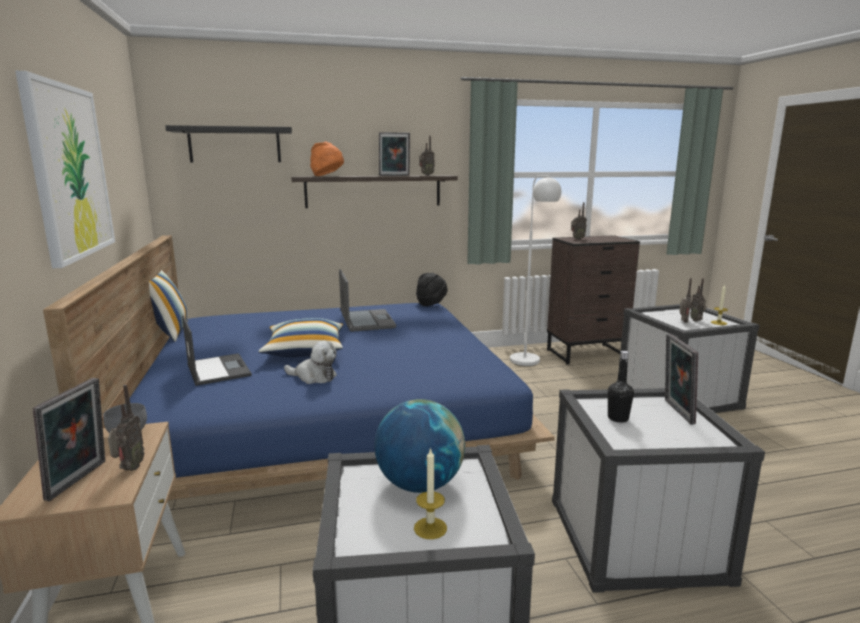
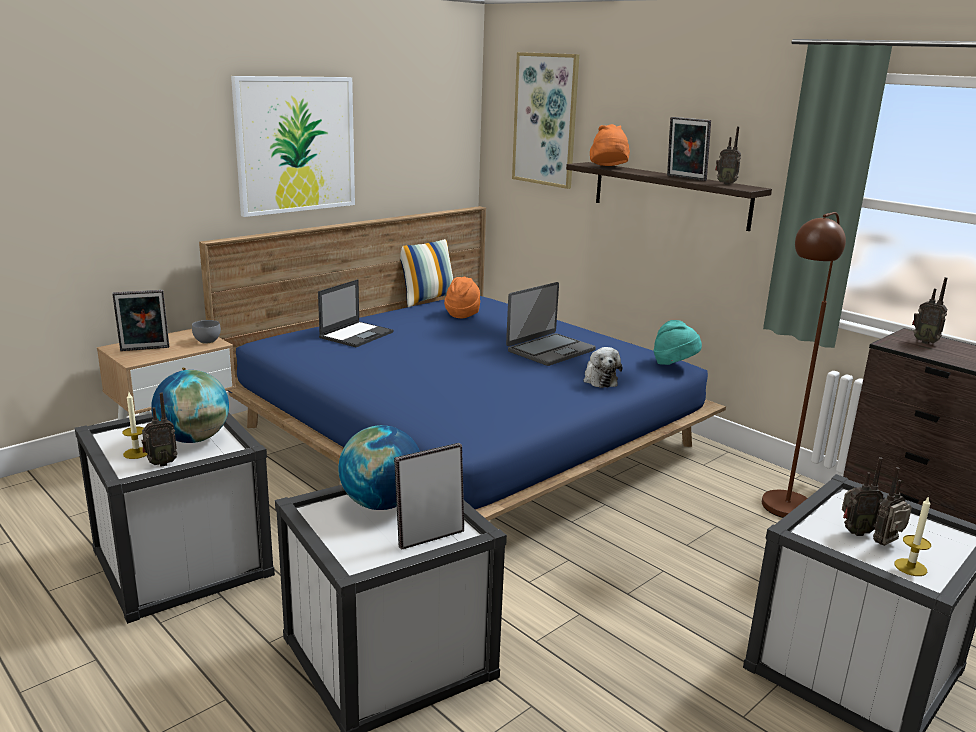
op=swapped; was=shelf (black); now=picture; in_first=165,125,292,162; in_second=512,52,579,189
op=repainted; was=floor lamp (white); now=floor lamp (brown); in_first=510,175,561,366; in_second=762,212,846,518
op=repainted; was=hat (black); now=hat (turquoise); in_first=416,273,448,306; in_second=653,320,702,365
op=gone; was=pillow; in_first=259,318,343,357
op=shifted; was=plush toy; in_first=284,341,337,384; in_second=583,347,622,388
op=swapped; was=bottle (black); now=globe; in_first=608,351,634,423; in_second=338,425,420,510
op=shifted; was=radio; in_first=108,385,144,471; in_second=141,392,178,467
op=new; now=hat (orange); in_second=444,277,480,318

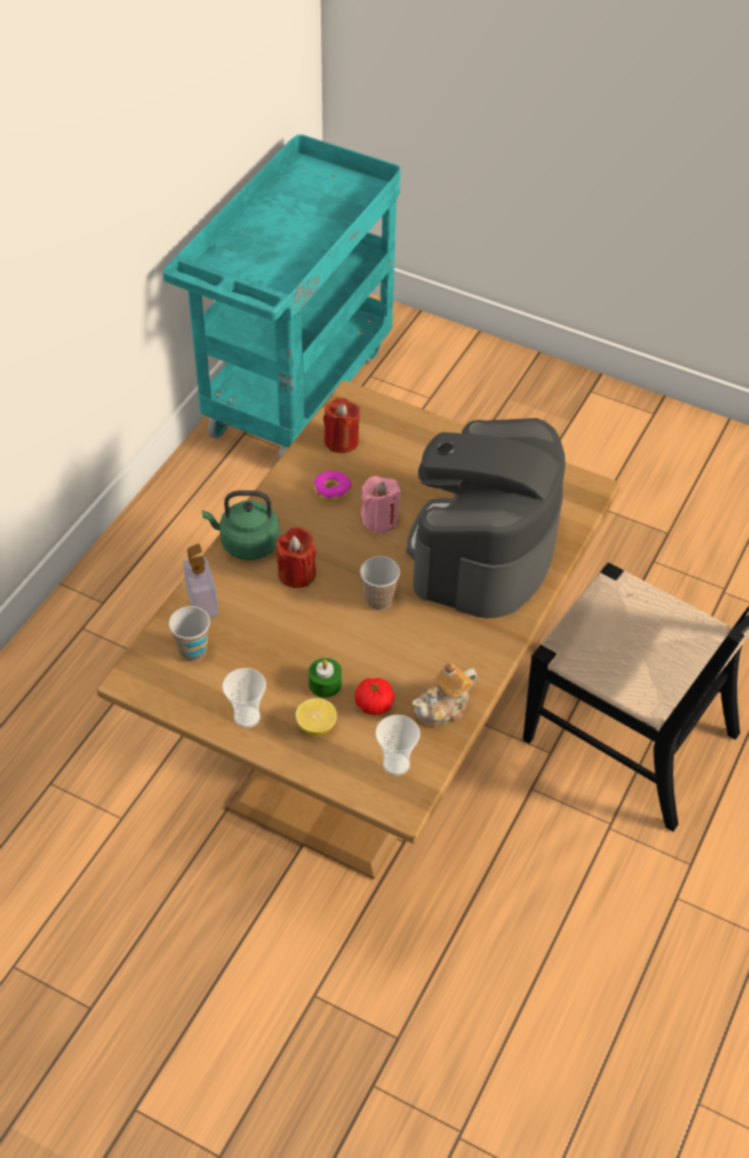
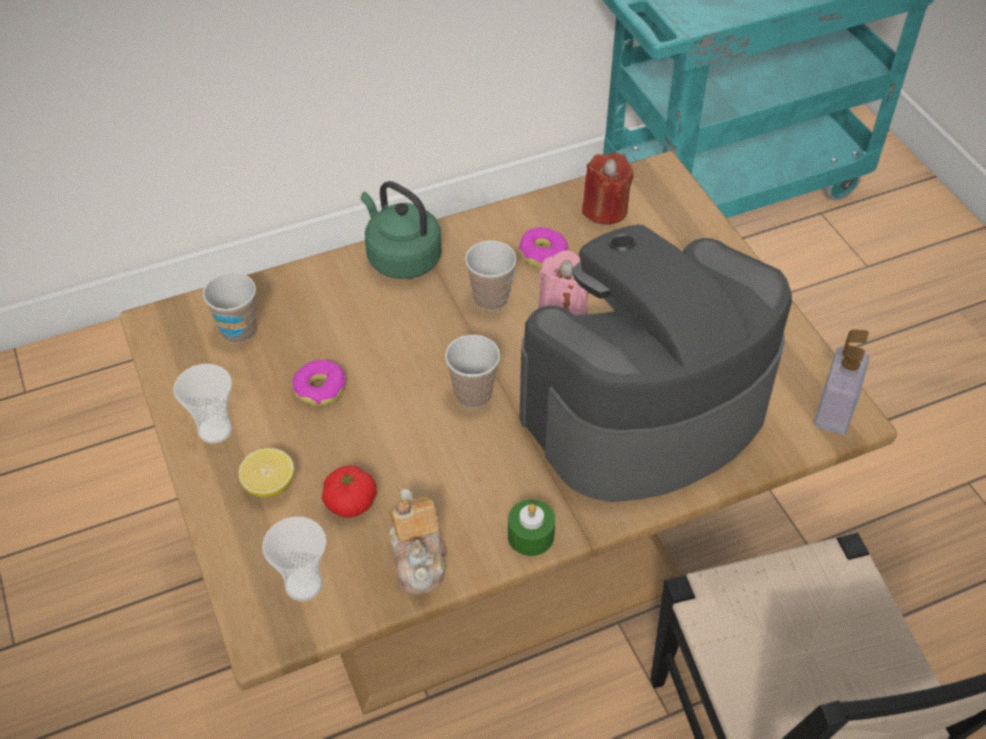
op=gone; was=candle (red); in_first=276,527,316,588
op=shifted; was=soap dispenser; in_first=183,544,218,618; in_second=814,330,869,435
op=shifted; was=candle (green); in_first=308,658,342,698; in_second=508,499,555,556
op=rotated; was=teapot; in_first=413,662,477,727; in_second=389,489,447,594; clockwise=-105
op=new; now=cup; in_second=465,241,517,311
op=new; now=donut; in_second=292,360,346,406

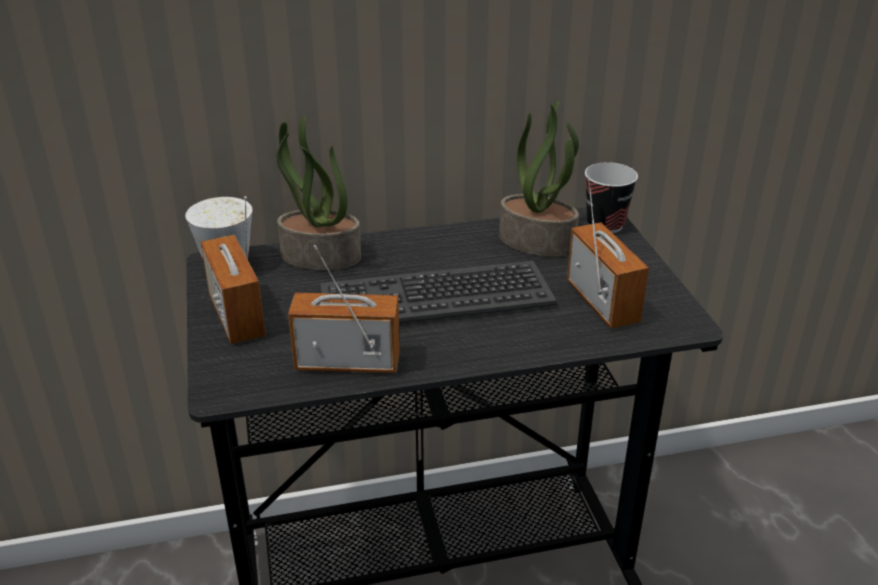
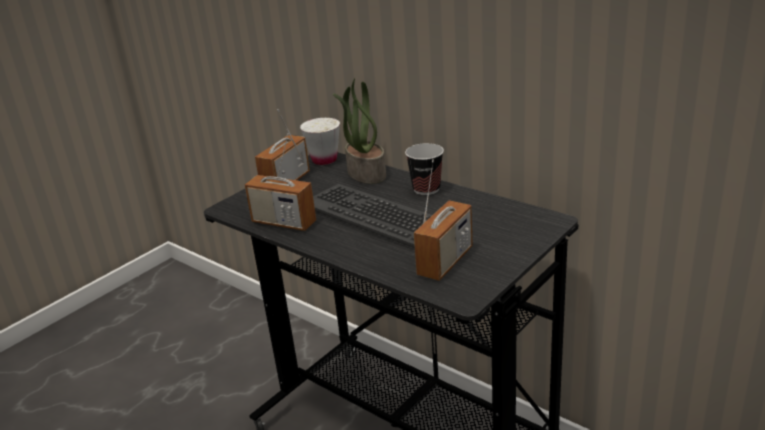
op=gone; was=potted plant; in_first=499,101,579,257
op=shifted; was=cup; in_first=585,162,638,233; in_second=405,143,444,195
op=rotated; was=radio; in_first=288,245,400,373; in_second=245,133,316,231; clockwise=150

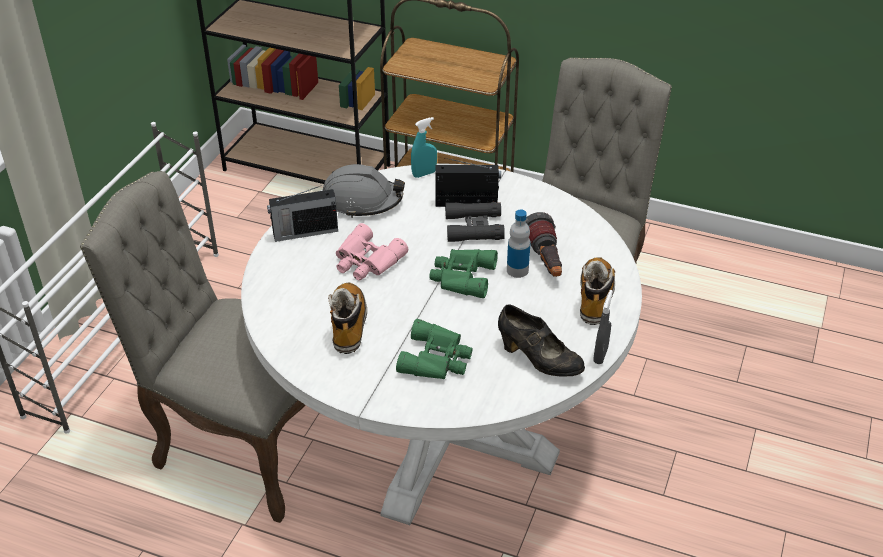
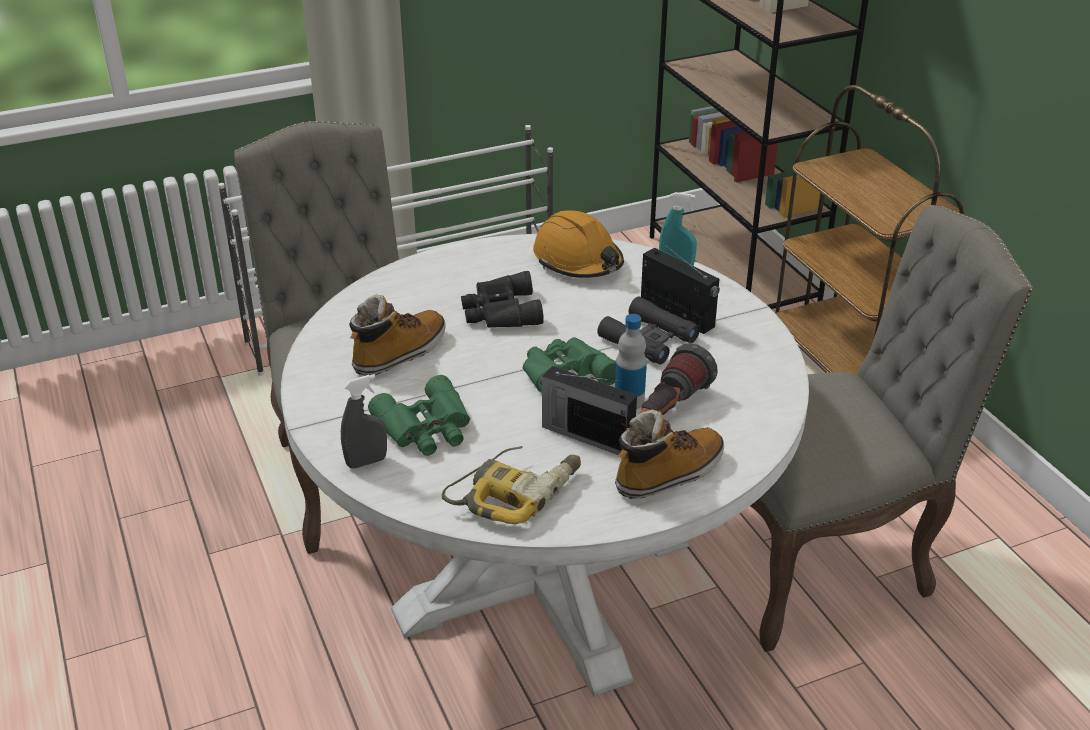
op=repainted; was=hard hat (grey); now=hard hat (orange); in_first=323,164,405,218; in_second=533,210,624,278
op=shifted; was=radio; in_first=267,184,338,242; in_second=540,366,637,455
op=repainted; was=binoculars (pink); now=binoculars (black); in_first=336,223,408,281; in_second=461,271,544,328
op=shifted; was=spray bottle (grey); in_first=593,290,613,364; in_second=341,374,387,469
op=swapped; was=shoe (black); now=power drill; in_first=498,304,585,377; in_second=442,446,581,524

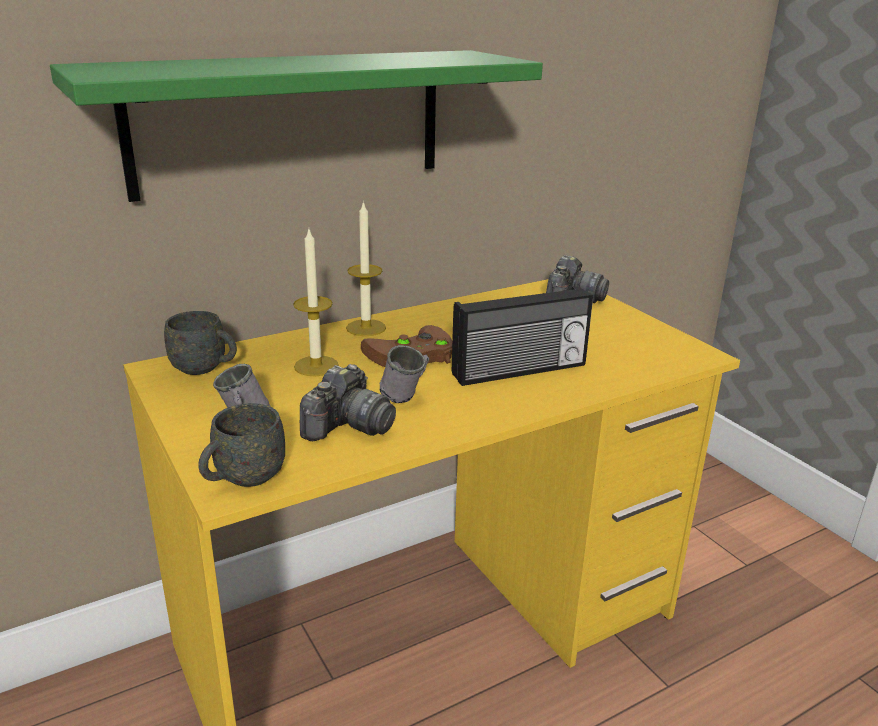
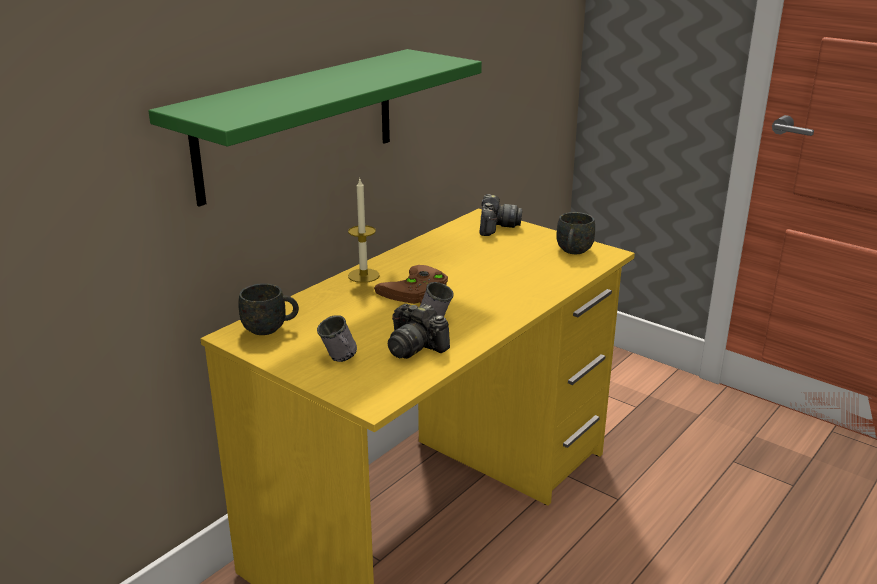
op=gone; was=candle; in_first=293,229,339,376
op=gone; was=radio; in_first=452,286,593,386
op=rotated; was=photo camera; in_first=300,364,396,441; in_second=388,303,450,359; clockwise=120
op=shifted; was=mug (grey); in_first=198,403,285,487; in_second=557,212,595,254

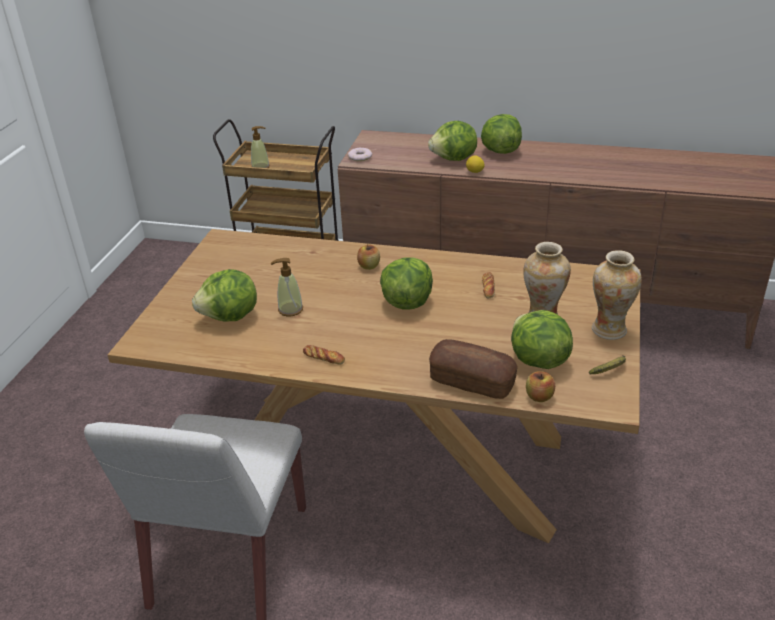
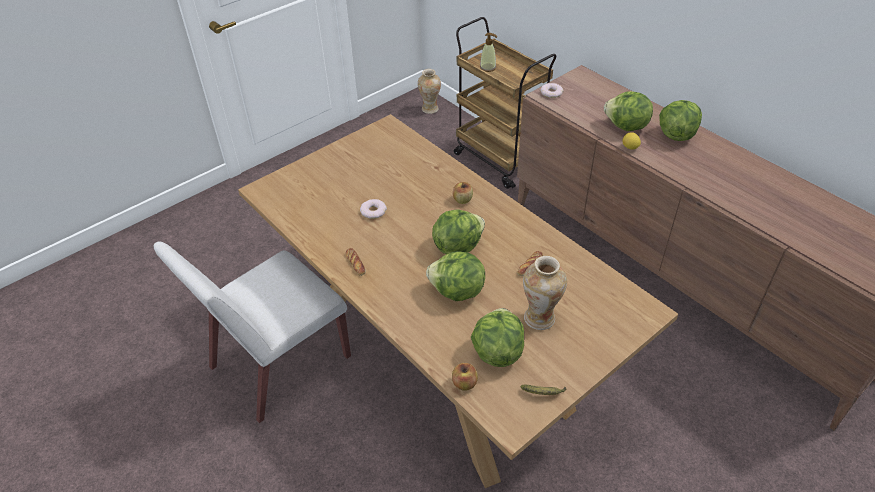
op=shifted; was=vase; in_first=592,250,642,340; in_second=418,69,441,114
op=swapped; was=soap dispenser; now=donut; in_first=271,258,303,317; in_second=360,199,387,219
op=shifted; was=lettuce; in_first=192,269,257,322; in_second=426,251,485,301
op=gone; was=bread; in_first=429,339,518,399

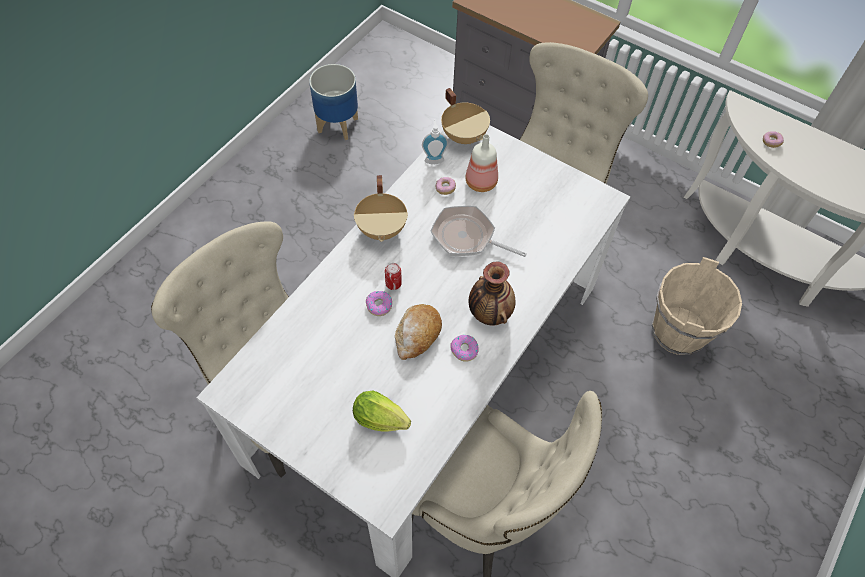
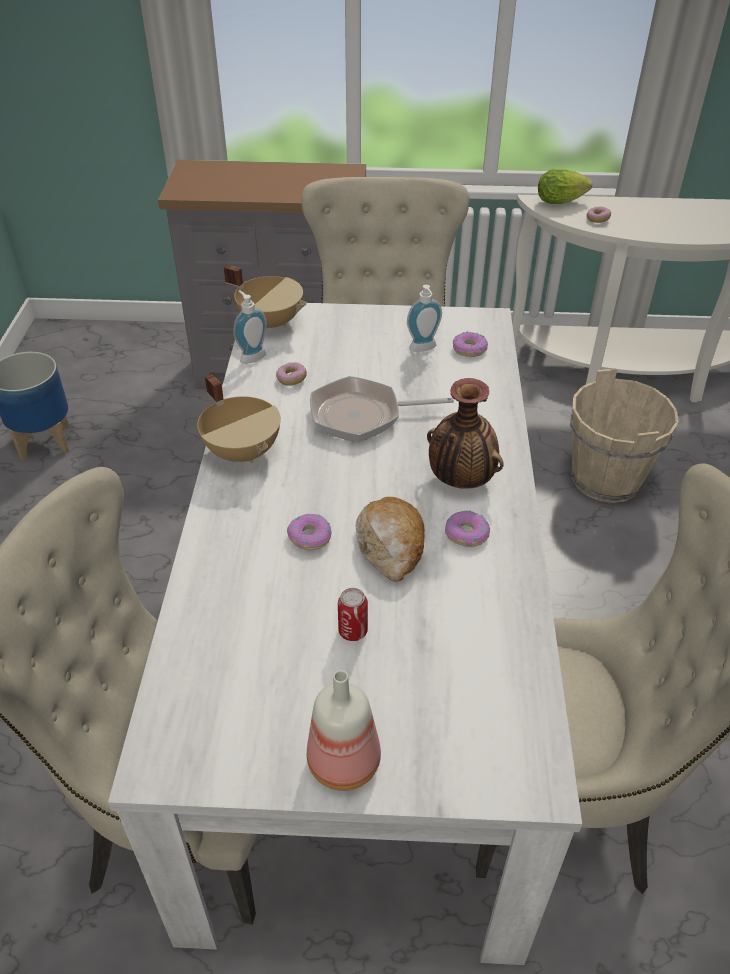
op=shifted; was=bottle; in_first=465,134,498,192; in_second=307,670,381,791
op=shifted; was=can; in_first=385,263,402,290; in_second=338,588,368,641
op=shifted; was=lettuce; in_first=353,391,411,431; in_second=538,169,592,204
op=new; now=soap dispenser; in_second=407,285,442,352
op=new; now=donut; in_second=453,332,488,357

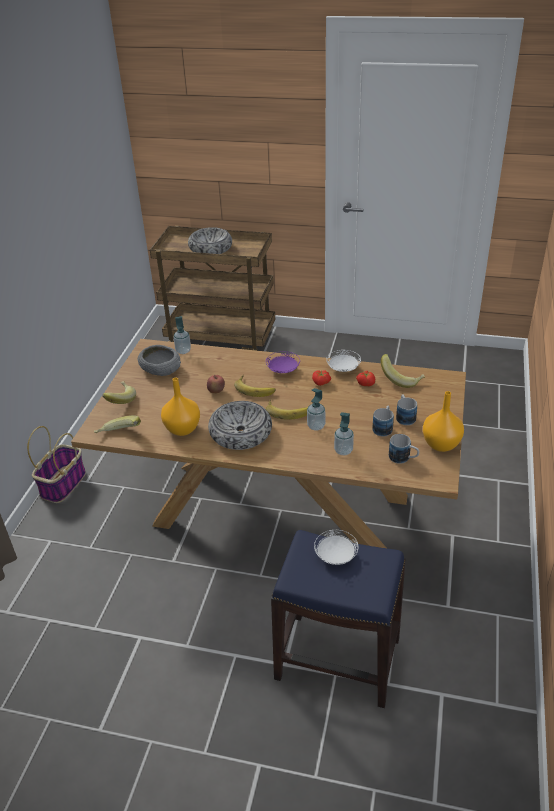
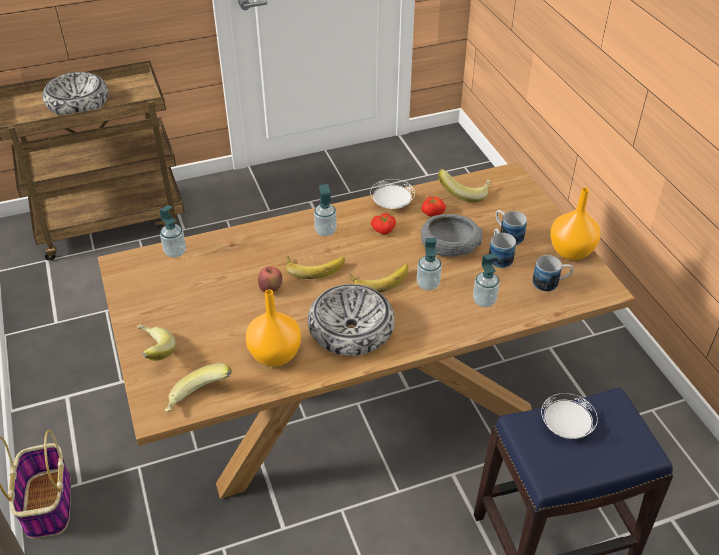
op=shifted; was=bowl (grey); in_first=138,345,181,376; in_second=421,214,482,257
op=swapped; was=plate (purple); now=soap dispenser; in_first=266,351,300,373; in_second=314,184,337,236

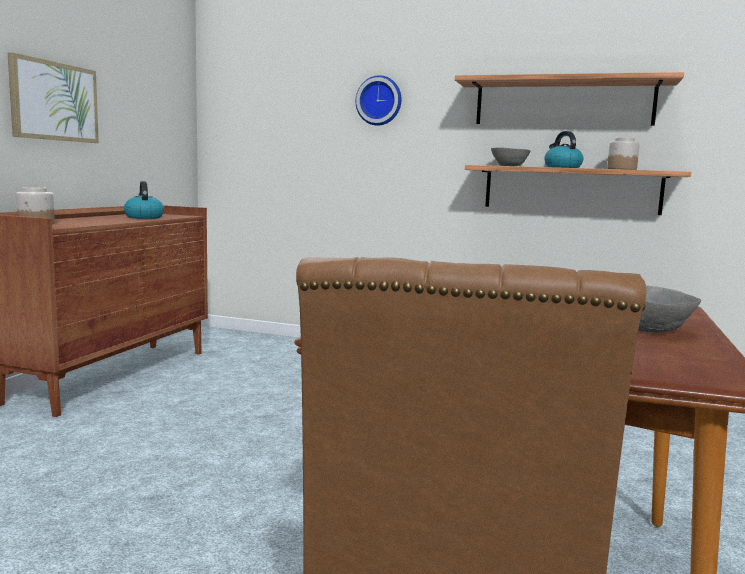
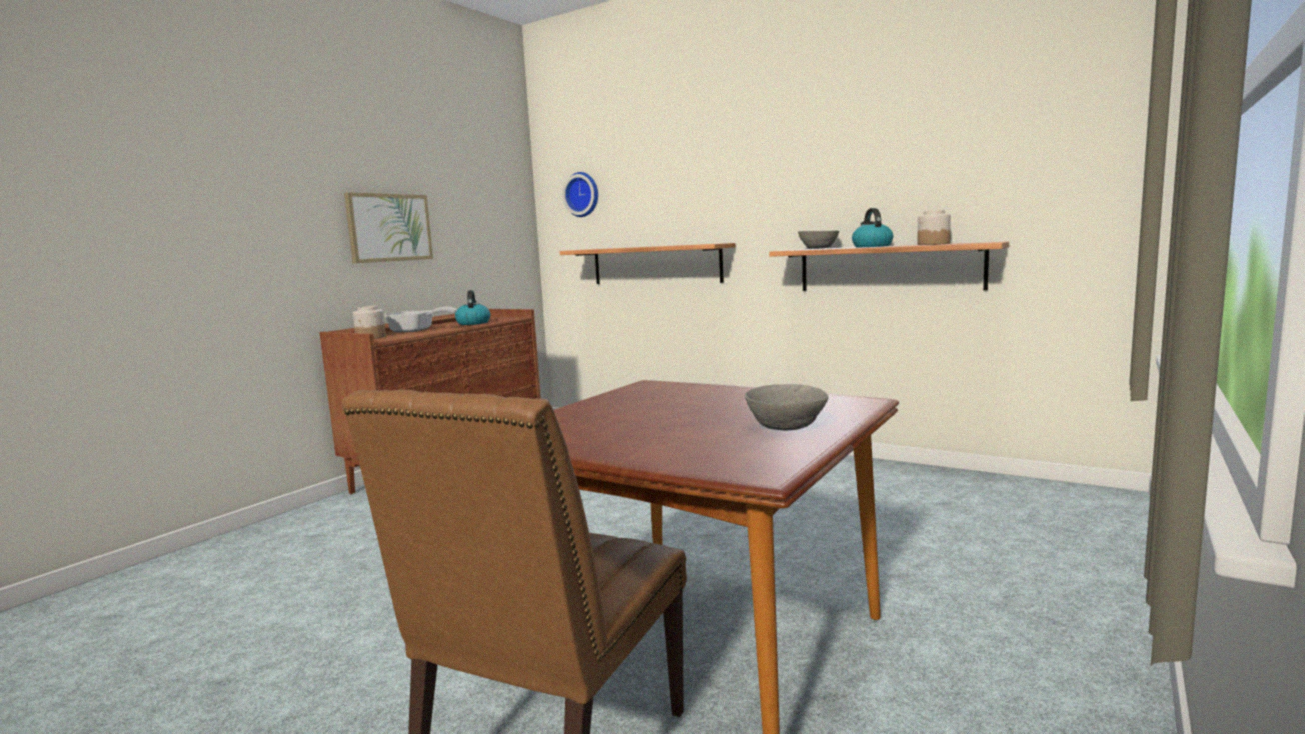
op=shifted; was=shelf; in_first=455,72,684,126; in_second=560,243,735,284
op=shifted; was=wall clock; in_first=356,75,401,126; in_second=563,172,598,217
op=new; now=frying pan; in_second=384,307,457,332

